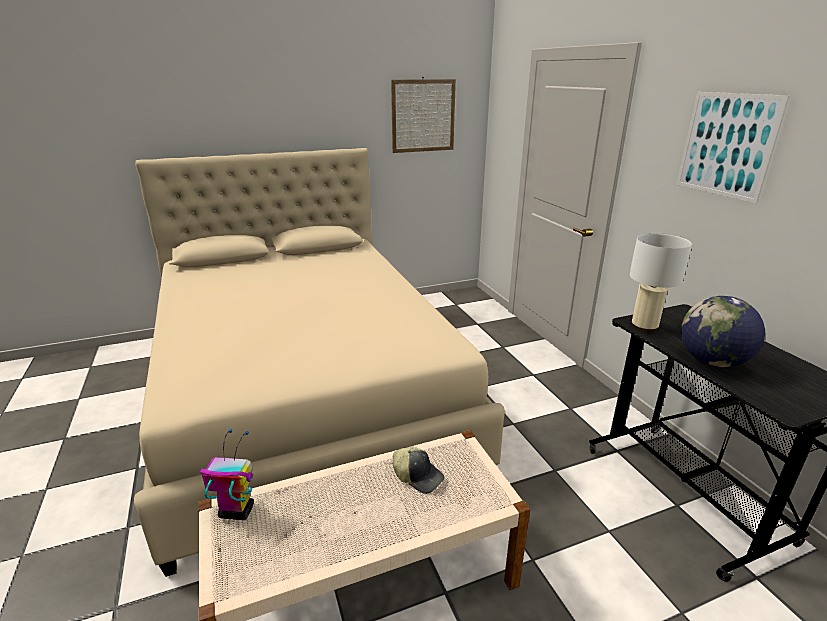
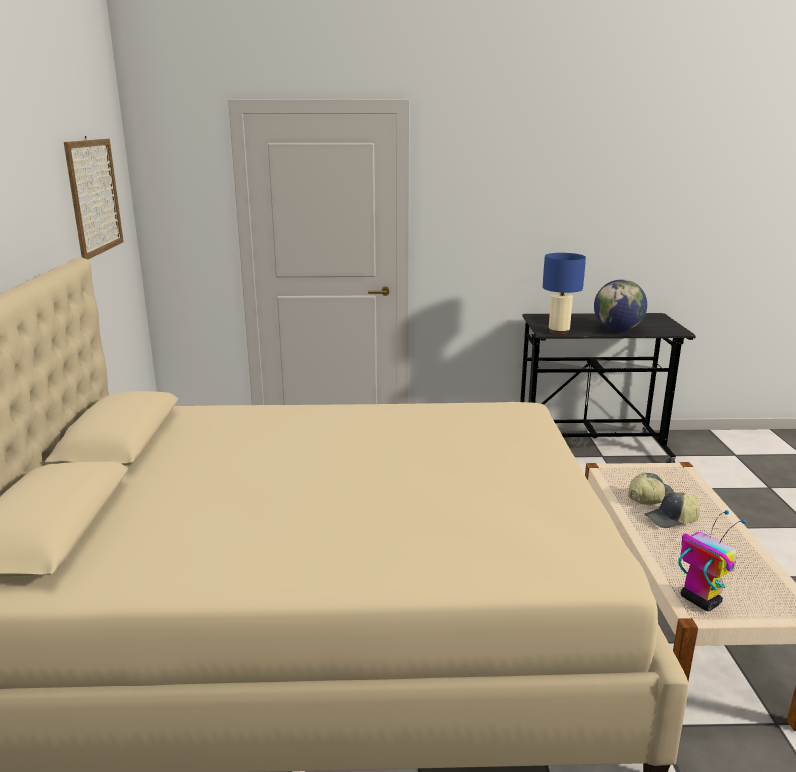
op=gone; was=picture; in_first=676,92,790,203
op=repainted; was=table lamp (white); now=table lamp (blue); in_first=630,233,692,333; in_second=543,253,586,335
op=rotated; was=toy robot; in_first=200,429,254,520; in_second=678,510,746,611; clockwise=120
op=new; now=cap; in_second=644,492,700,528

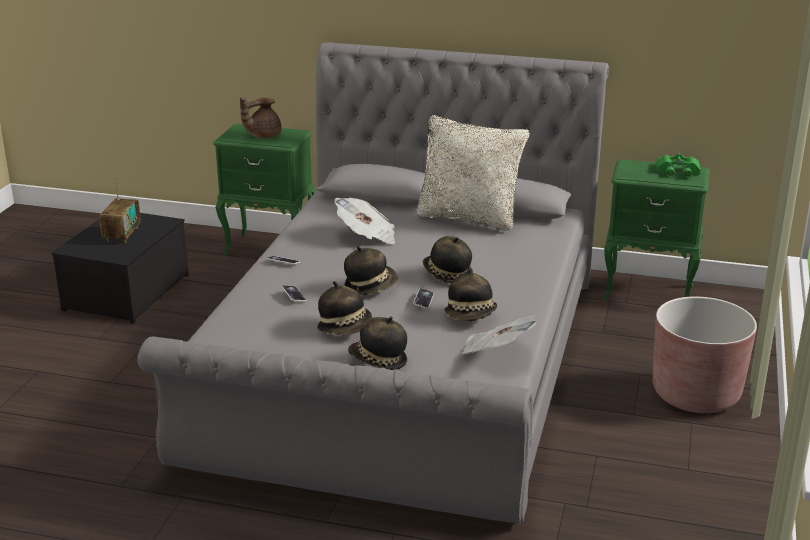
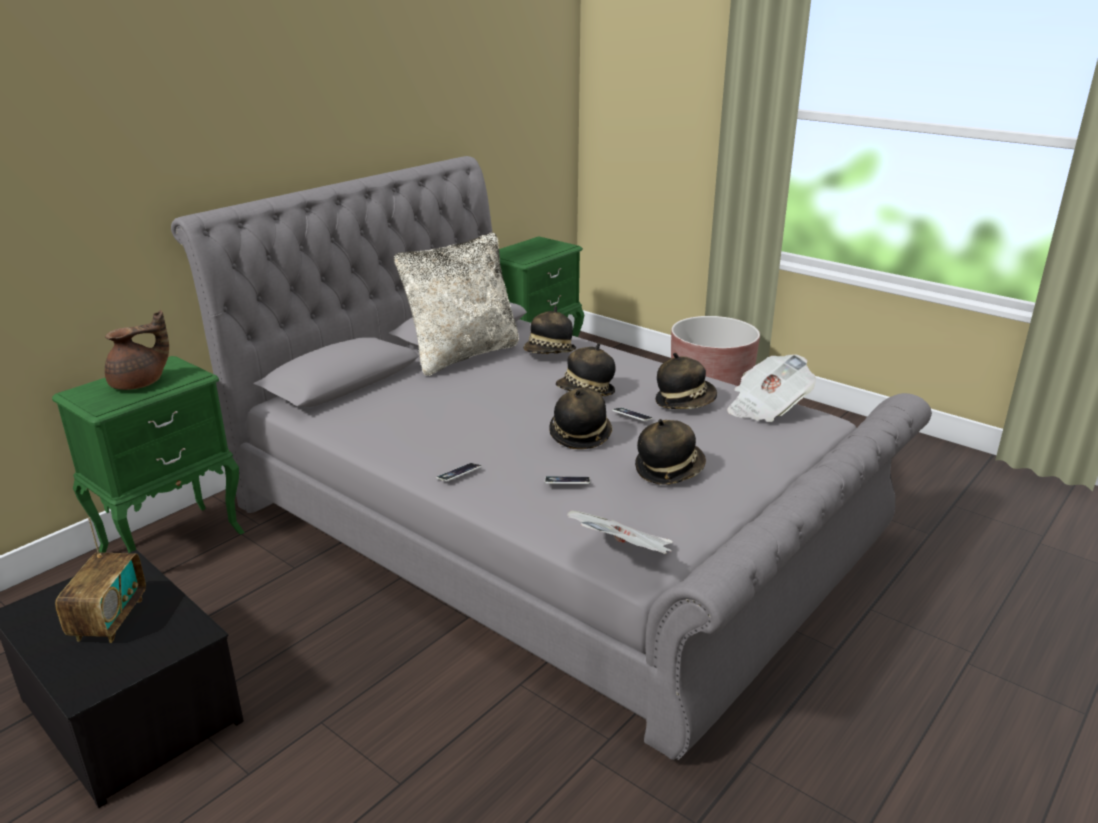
op=rotated; was=teapot (brown); in_first=240,97,281,138; in_second=105,310,169,390; clockwise=-120
op=gone; was=binoculars (green); in_first=656,154,701,179
op=rotated; was=radio; in_first=100,176,141,243; in_second=55,517,146,643; clockwise=60
op=shifted; was=newspaper; in_first=334,198,395,244; in_second=567,510,673,554
op=shifted; was=hat; in_first=348,316,407,370; in_second=523,306,576,354

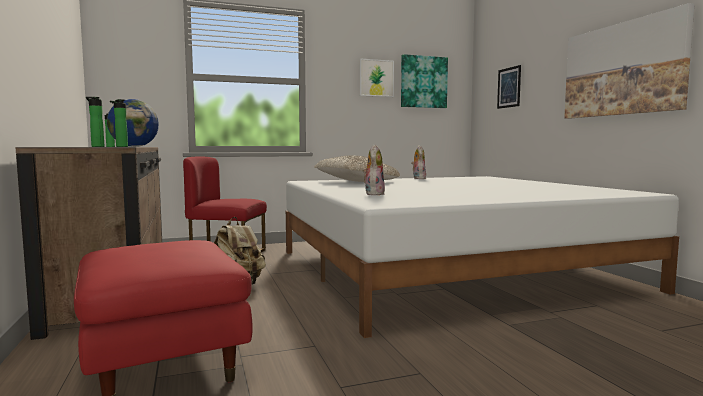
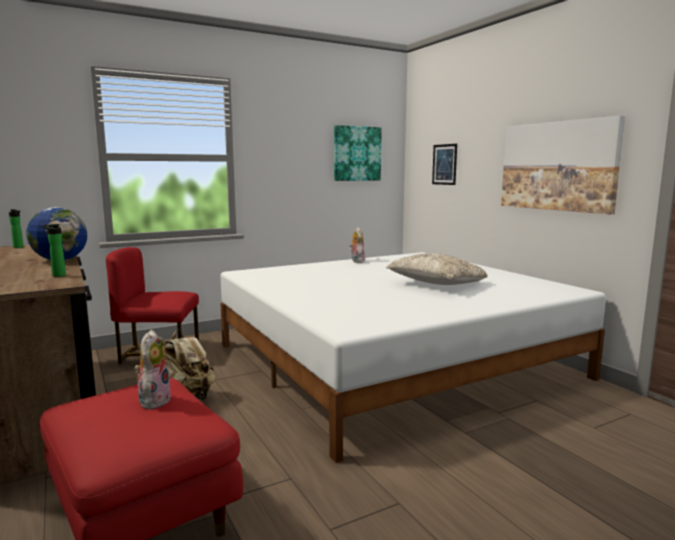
op=gone; was=picture; in_first=360,59,394,97
op=gone; was=bottle; in_first=86,97,104,147
op=shifted; was=plush toy; in_first=363,144,385,195; in_second=134,330,172,409
op=shifted; was=pillow (beige); in_first=314,155,400,182; in_second=386,254,488,285

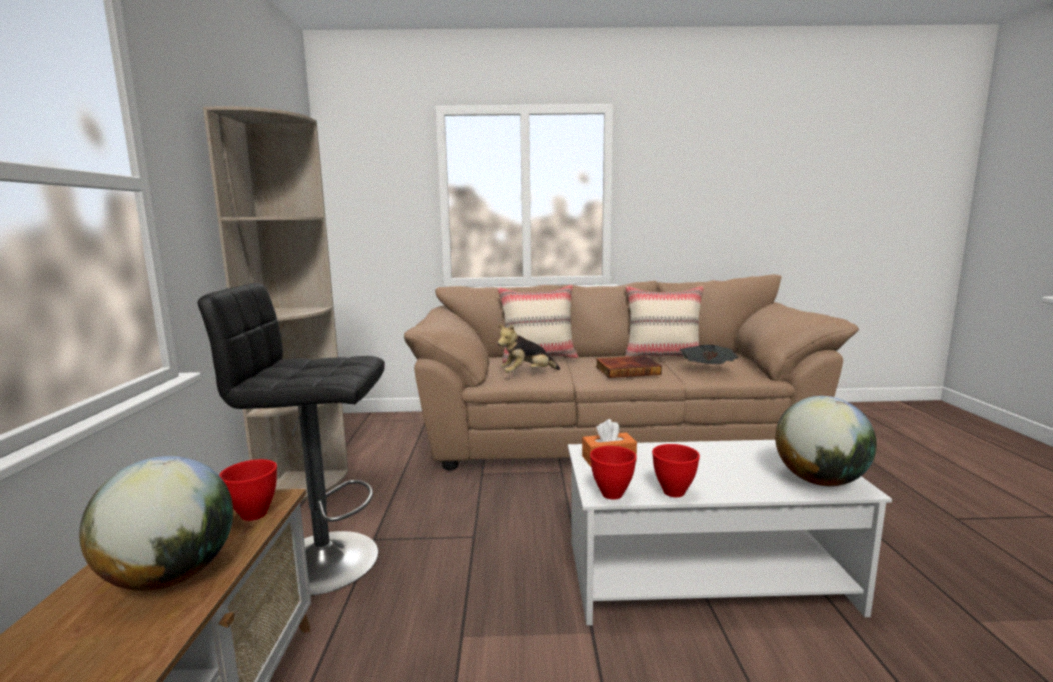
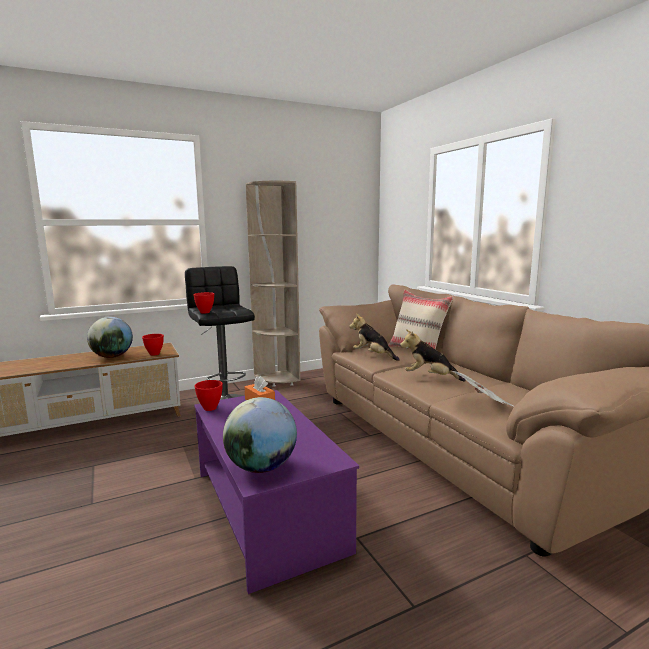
op=gone; was=pillow (beige); in_first=625,286,704,357
op=swapped; was=book; now=plush toy; in_first=596,356,662,378; in_second=400,329,466,382
op=repainted; was=coffee table (white); now=coffee table (purple); in_first=568,440,892,625; in_second=194,390,359,594
op=shifted; was=bowl (red); in_first=652,444,700,497; in_second=193,292,214,314

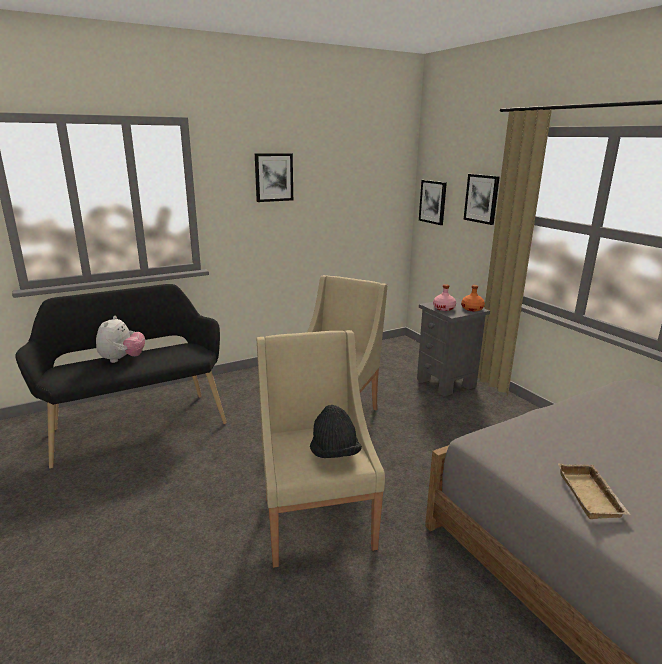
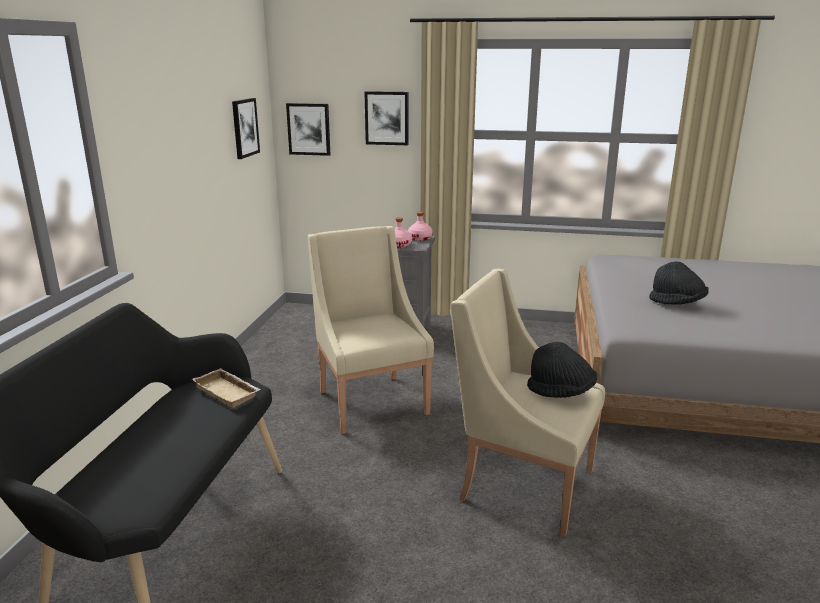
op=shifted; was=picture; in_first=255,153,293,202; in_second=232,98,260,159
op=repainted; was=bottle (orange); now=bottle (pink); in_first=461,285,485,311; in_second=408,212,433,241
op=gone; was=plush toy; in_first=96,316,145,363
op=shifted; was=tray (beige); in_first=558,464,631,519; in_second=192,368,261,408
op=new; now=hat (black); in_second=649,261,709,305

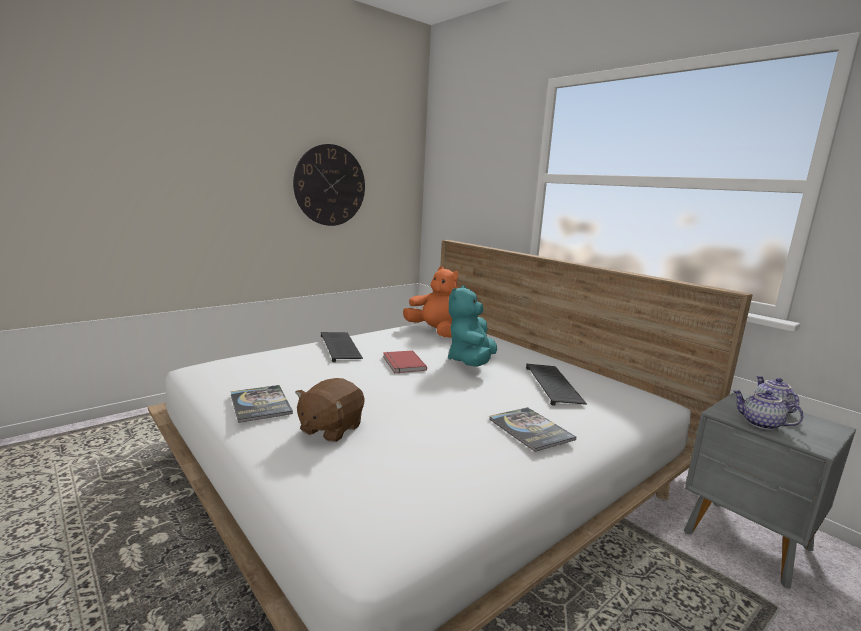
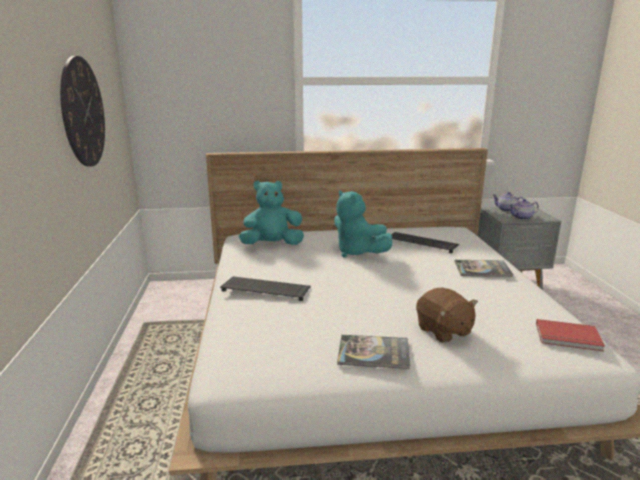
op=repainted; was=plush toy (orange); now=plush toy (turquoise); in_first=403,266,458,337; in_second=239,181,304,245
op=shifted; was=book (red); in_first=383,350,427,373; in_second=536,319,605,351

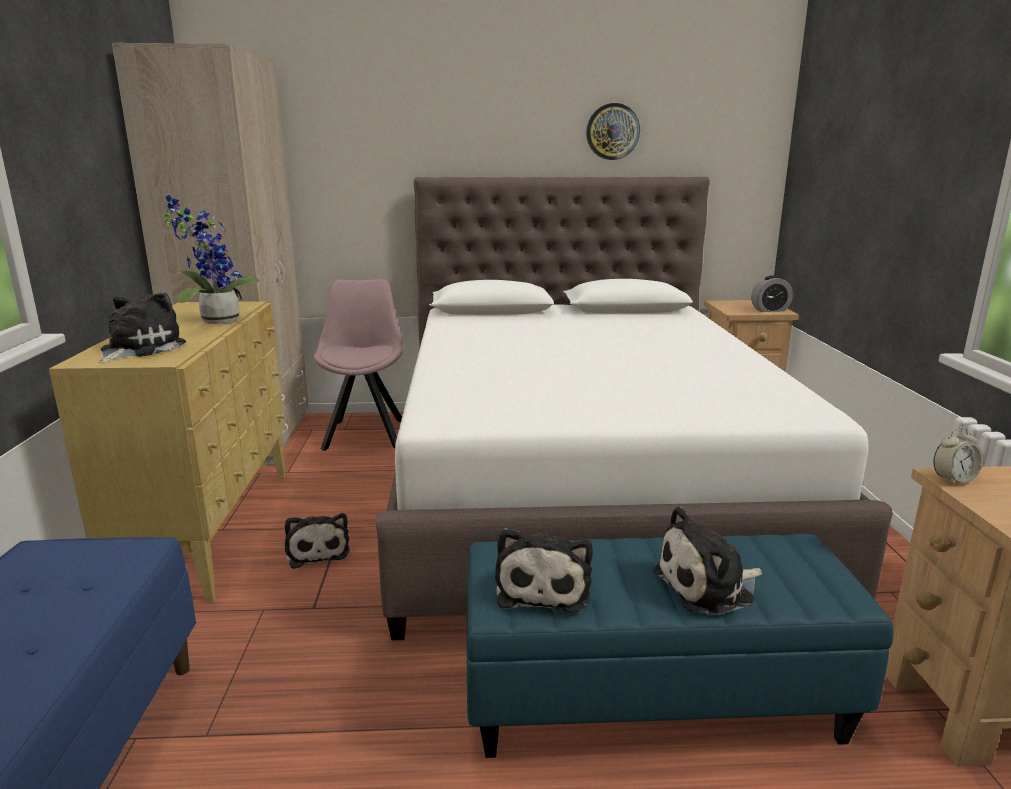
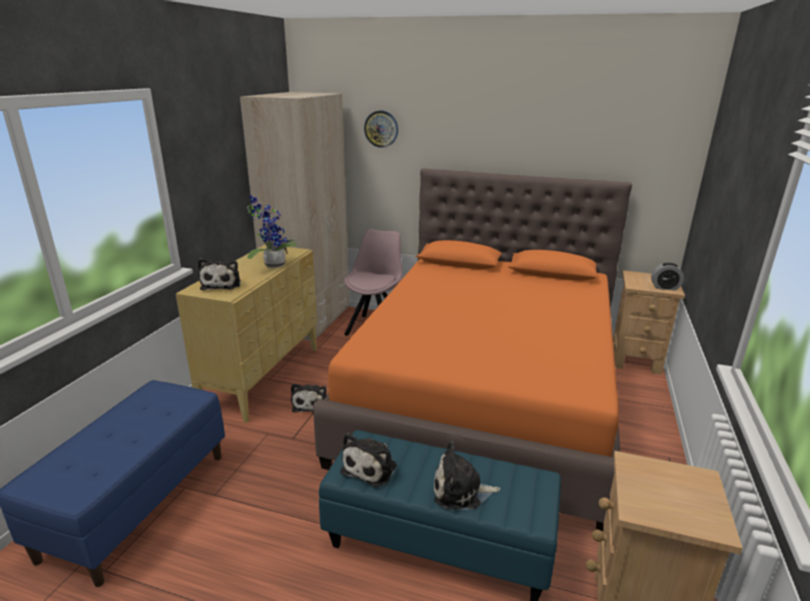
op=shifted; was=wall clock; in_first=586,103,640,160; in_second=364,111,398,148
op=repainted; was=bed (white); now=bed (orange); in_first=376,177,893,640; in_second=313,168,632,531
op=rotated; was=plush toy; in_first=99,293,186,363; in_second=198,258,240,290; clockwise=135
op=gone; was=alarm clock; in_first=933,427,983,485

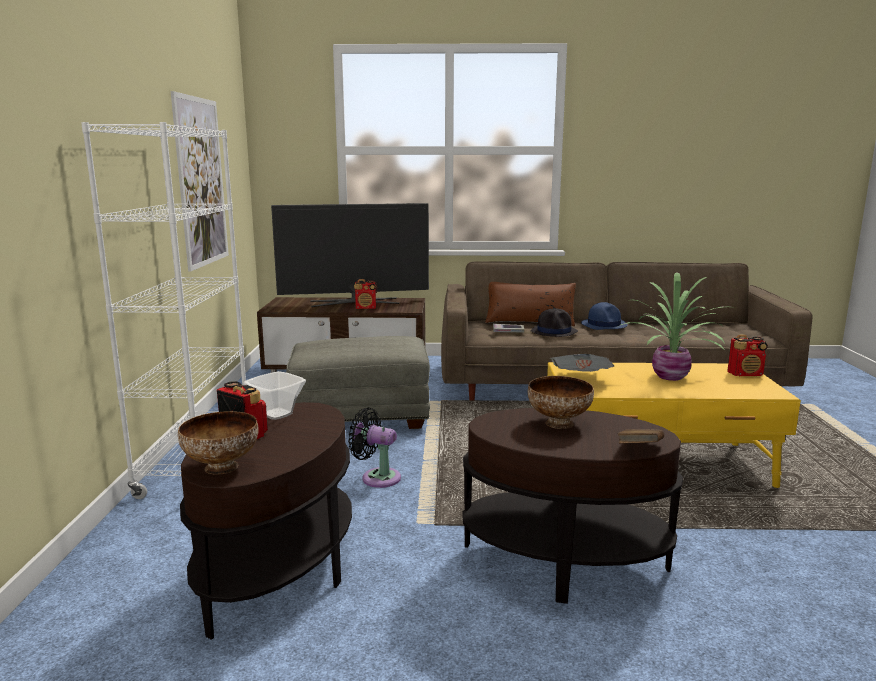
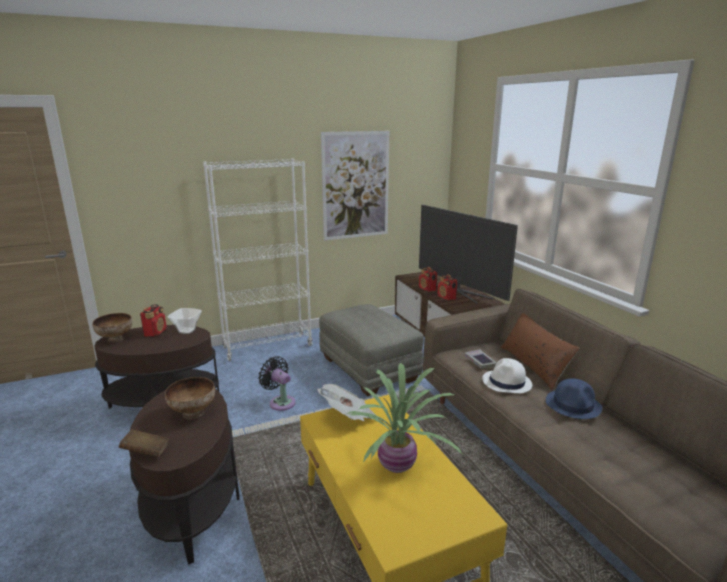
op=repainted; was=hat (black); now=hat (white); in_first=531,308,578,337; in_second=482,358,532,393
op=shifted; was=radio; in_first=727,335,768,376; in_second=419,267,437,292
op=rotated; was=fan (black); in_first=348,408,401,488; in_second=258,356,296,411; clockwise=-45

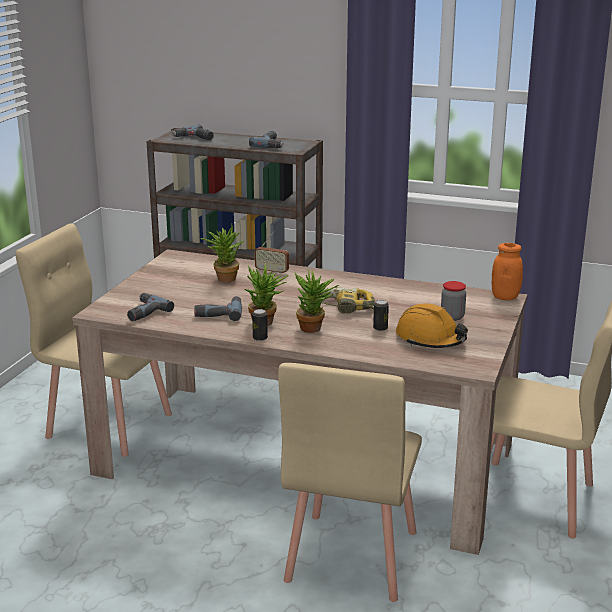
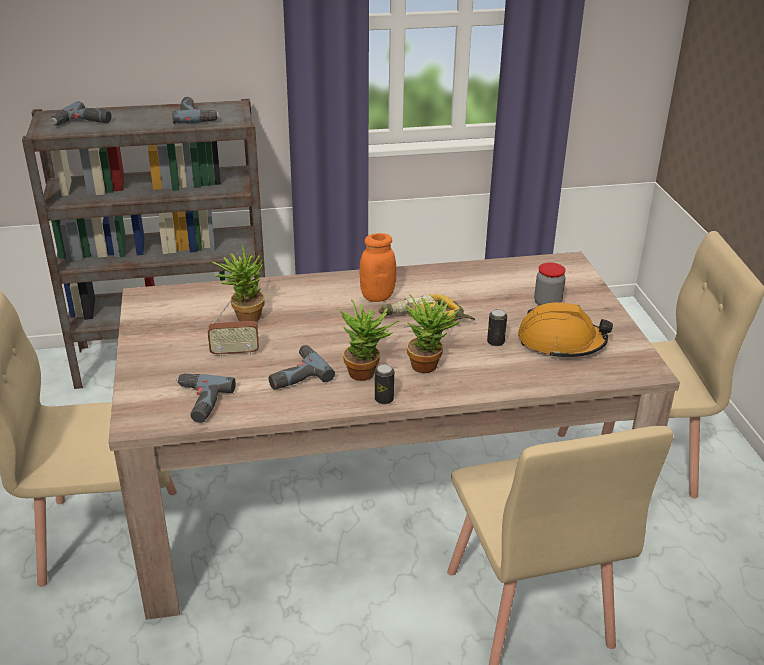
op=shifted; was=radio; in_first=255,231,289,275; in_second=208,299,259,357
op=shifted; was=jar (orange); in_first=492,243,523,300; in_second=359,233,396,302

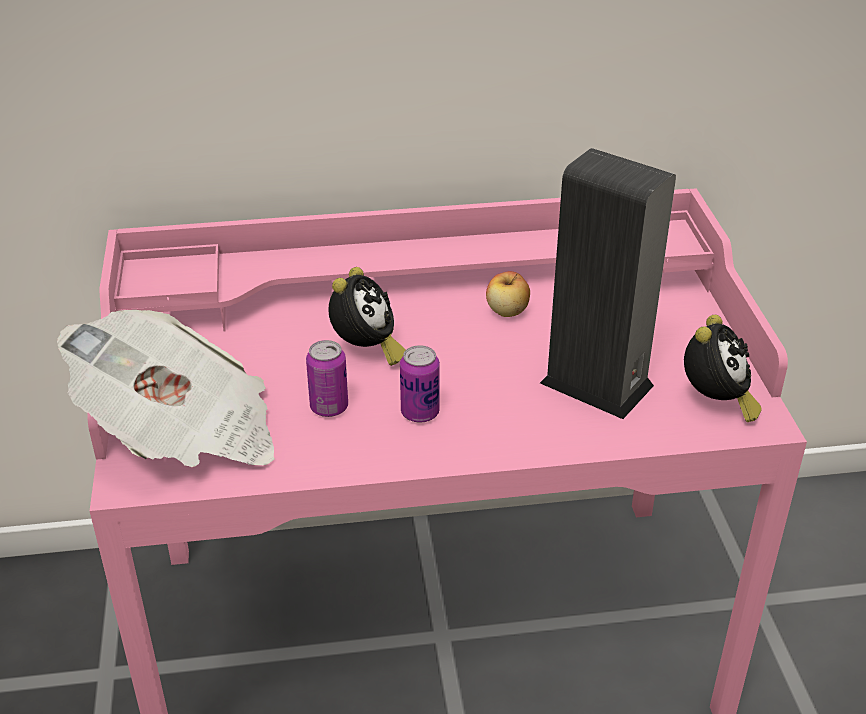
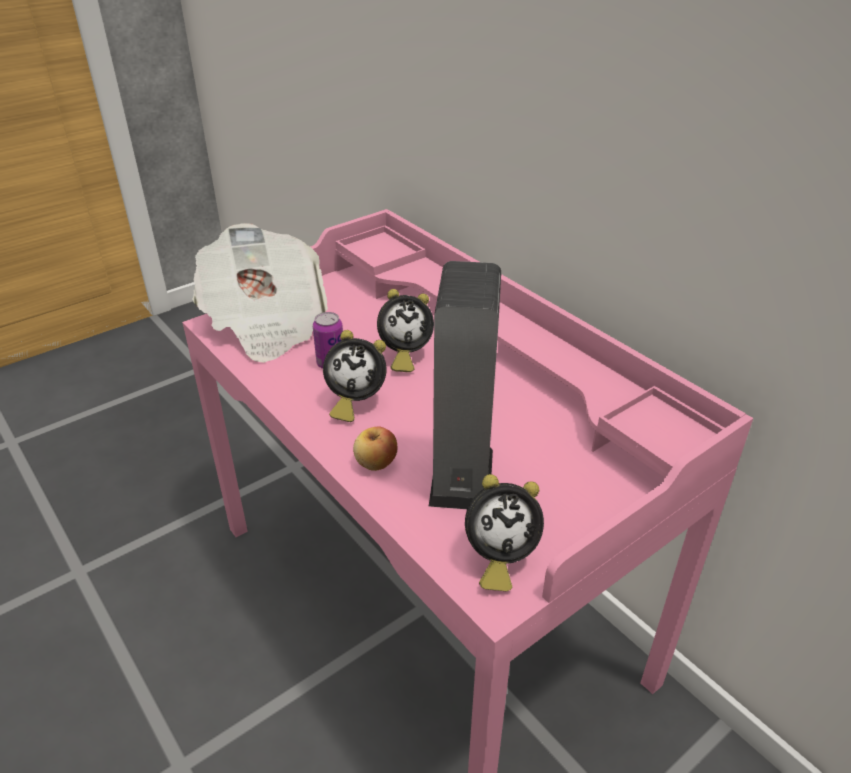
op=shifted; was=apple; in_first=486,271,530,317; in_second=353,426,397,471
op=swapped; was=can; now=alarm clock; in_first=400,345,440,422; in_second=323,330,387,422

